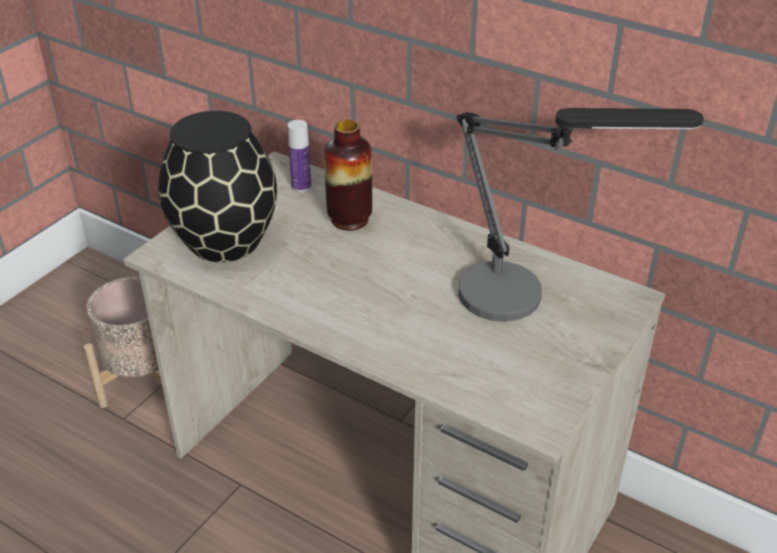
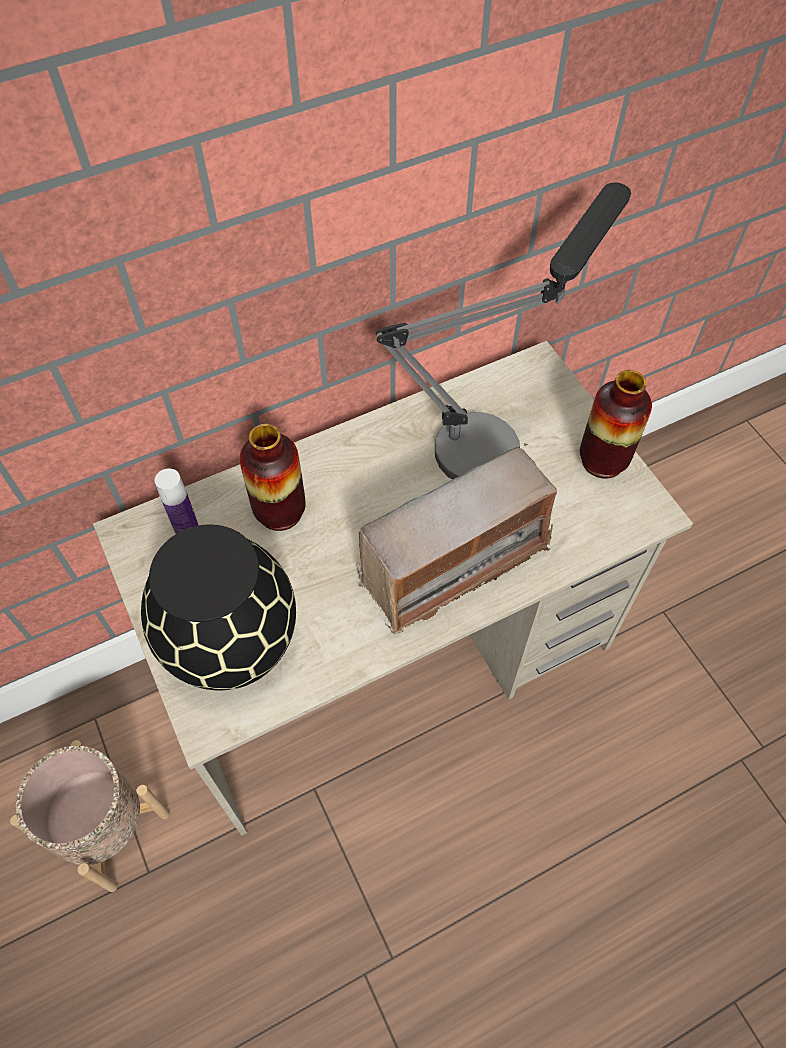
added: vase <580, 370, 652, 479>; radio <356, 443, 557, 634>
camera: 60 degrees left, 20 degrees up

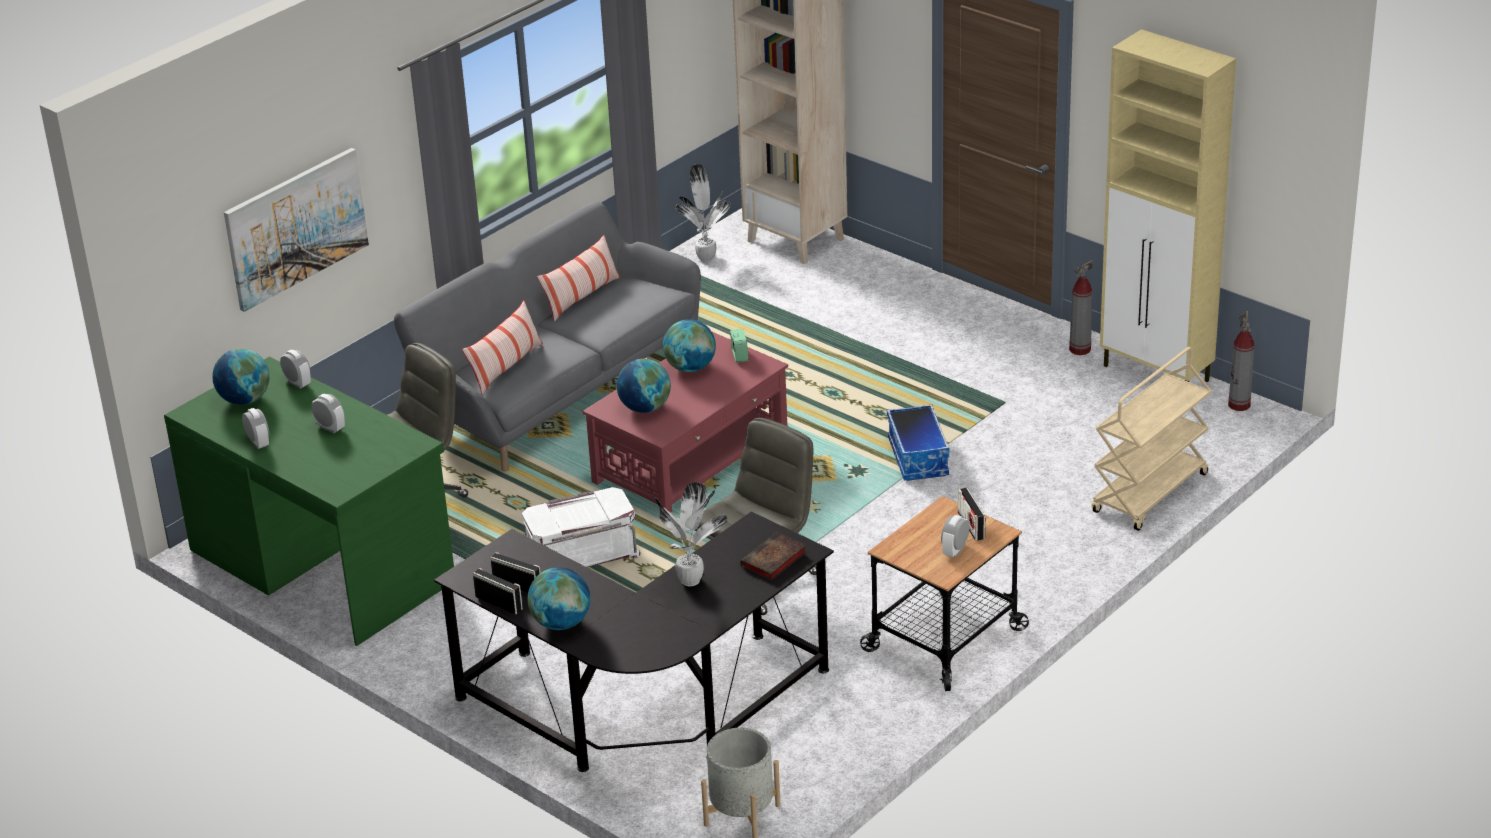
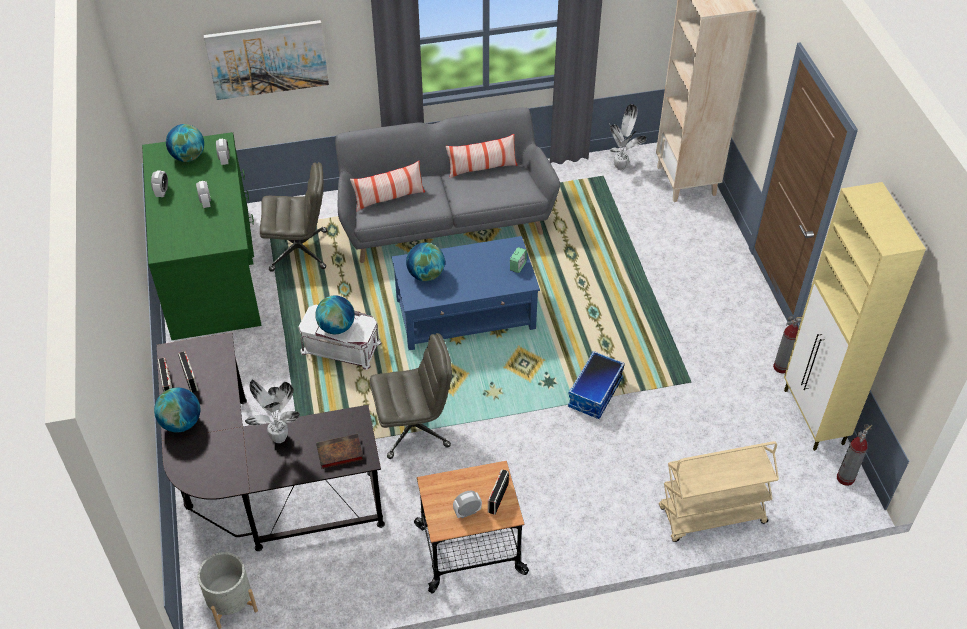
moved: globe <663, 319, 716, 372> to <315, 295, 355, 334>
recoloured: table basse [rouge] <583, 332, 788, 514> to table basse [bleu] <392, 236, 540, 350>
camera: 35 degrees right, 15 degrees up

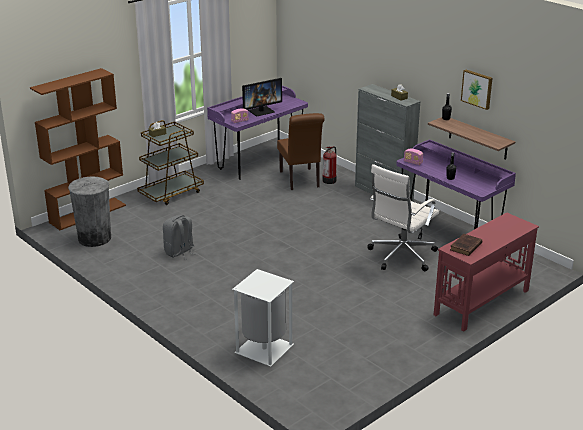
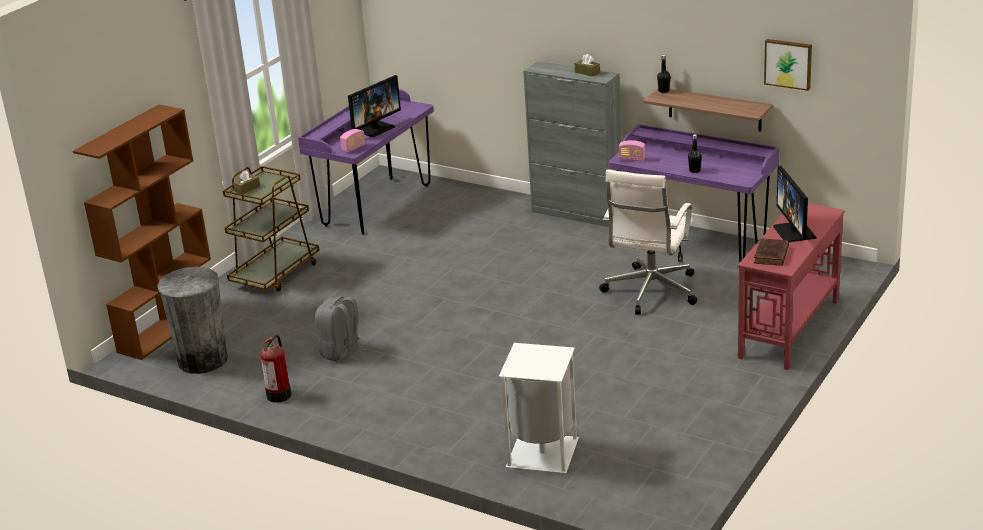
removed: chaise [marron] <277, 113, 325, 190>
added: écran d'ordinateur <773, 165, 816, 242>
moved: tableau <461, 70, 492, 110> to <764, 39, 812, 91>; extincteur <322, 146, 337, 184> to <260, 335, 291, 403>
camera: 15 degrees left, 0 degrees up

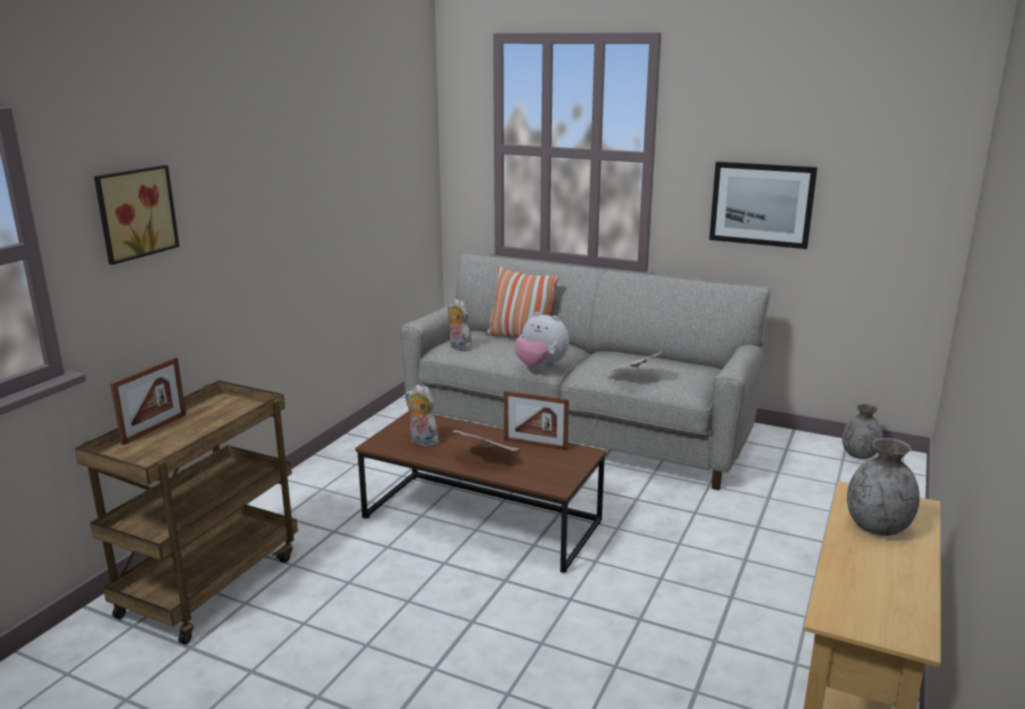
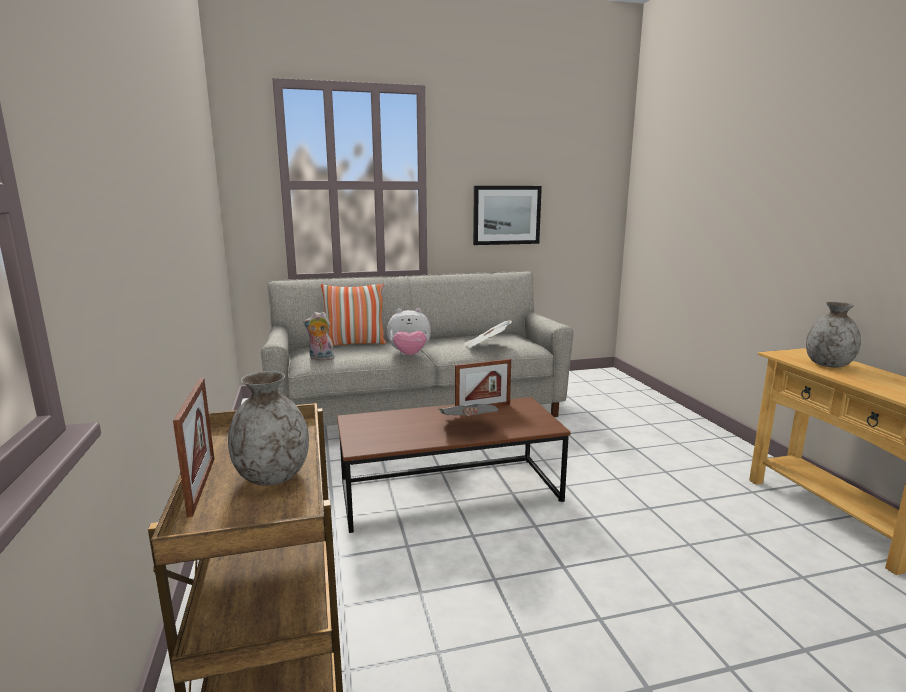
removed: tableau <94, 165, 180, 265>; peluche <405, 385, 439, 447>
moved: vase [gris] <842, 404, 883, 459> to <228, 371, 309, 486>
camera: 40 degrees left, 5 degrees down

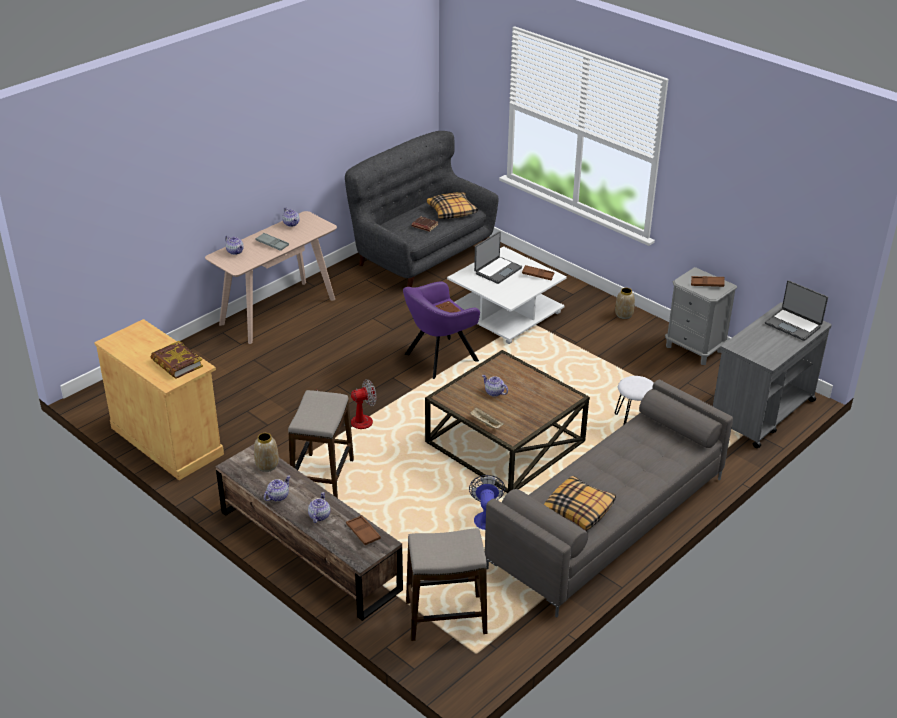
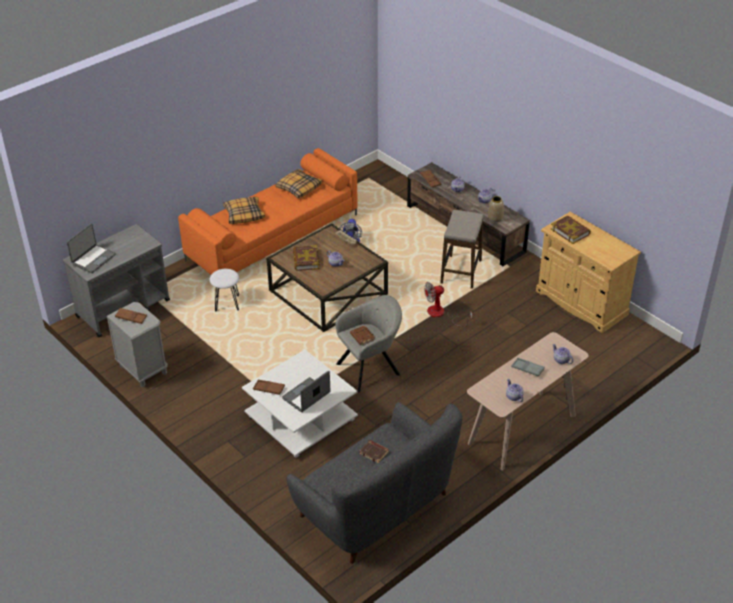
removed: vase <615, 288, 635, 319>; tabouret <406, 528, 487, 641>
added: livre <293, 245, 320, 271>
moved: coussin <427, 193, 478, 219> to <223, 197, 265, 224>
recoloured: fauteuil [violet] <403, 281, 480, 379> to fauteuil [gris] <335, 295, 402, 392>; canapé [gris] <485, 380, 733, 618> to canapé [orange] <178, 148, 358, 275>
turned: ordinateur portable <765, 280, 828, 341> = <67, 224, 116, 273> 75 degrees clockwise
camera: 175 degrees left, 5 degrees up

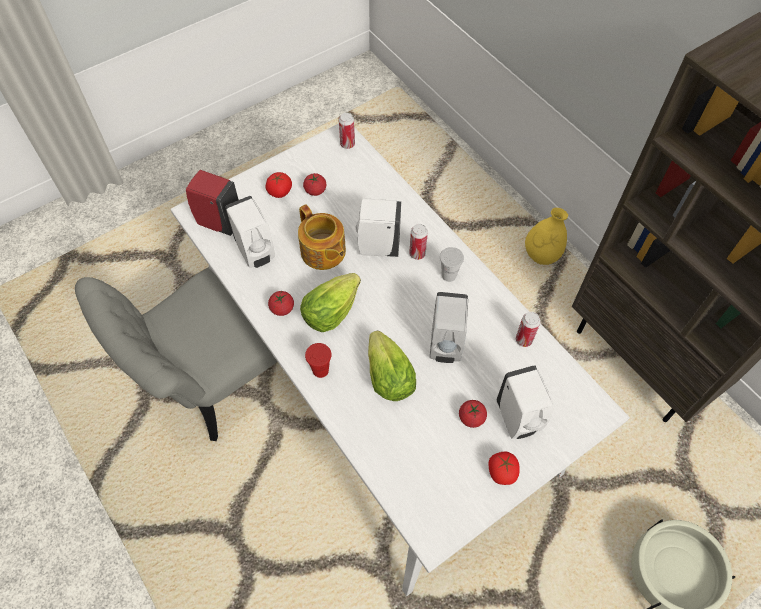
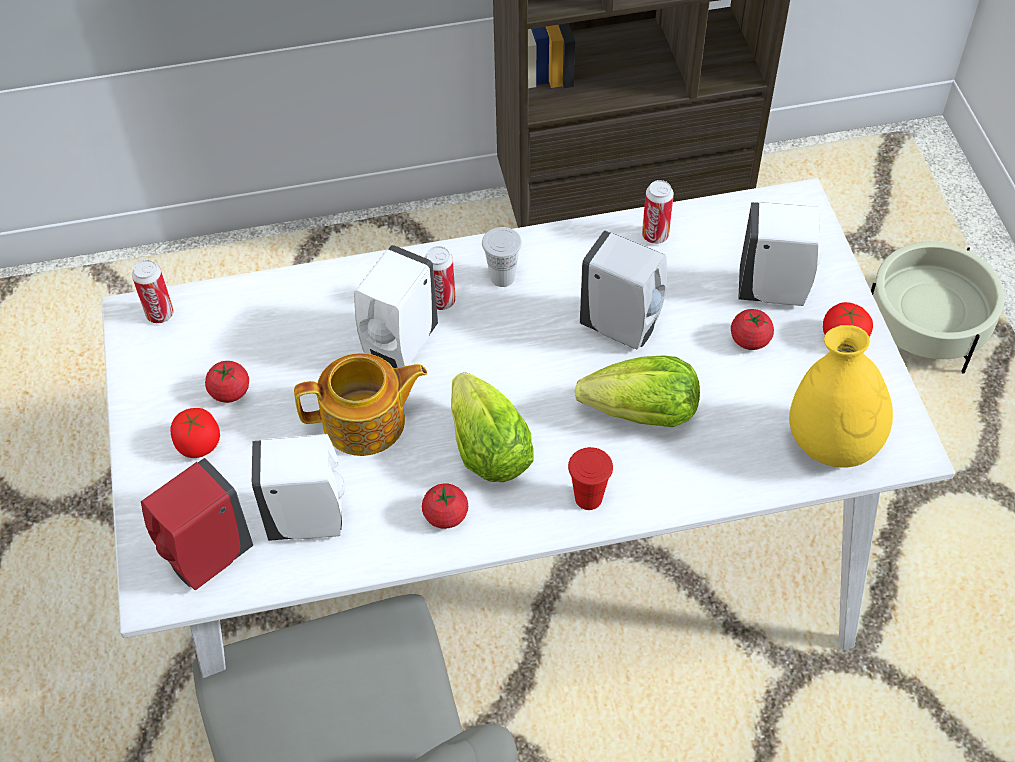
moved: vase [jaune] <525, 208, 568, 265> to <789, 325, 893, 468>
camera: 65 degrees left, 5 degrees down

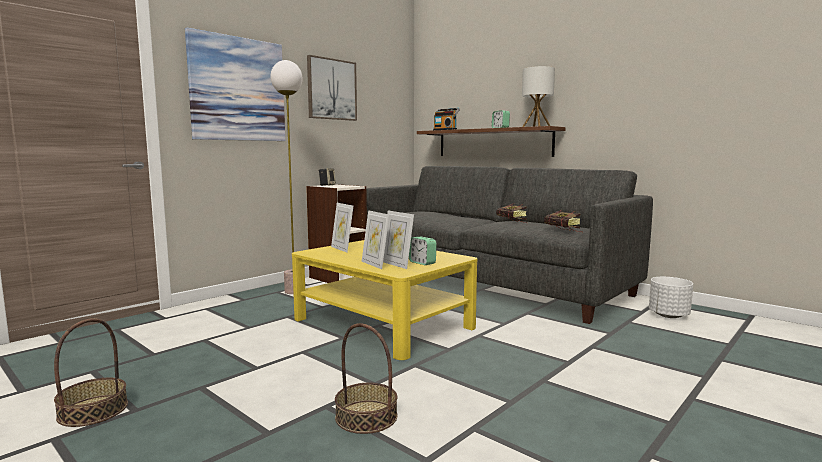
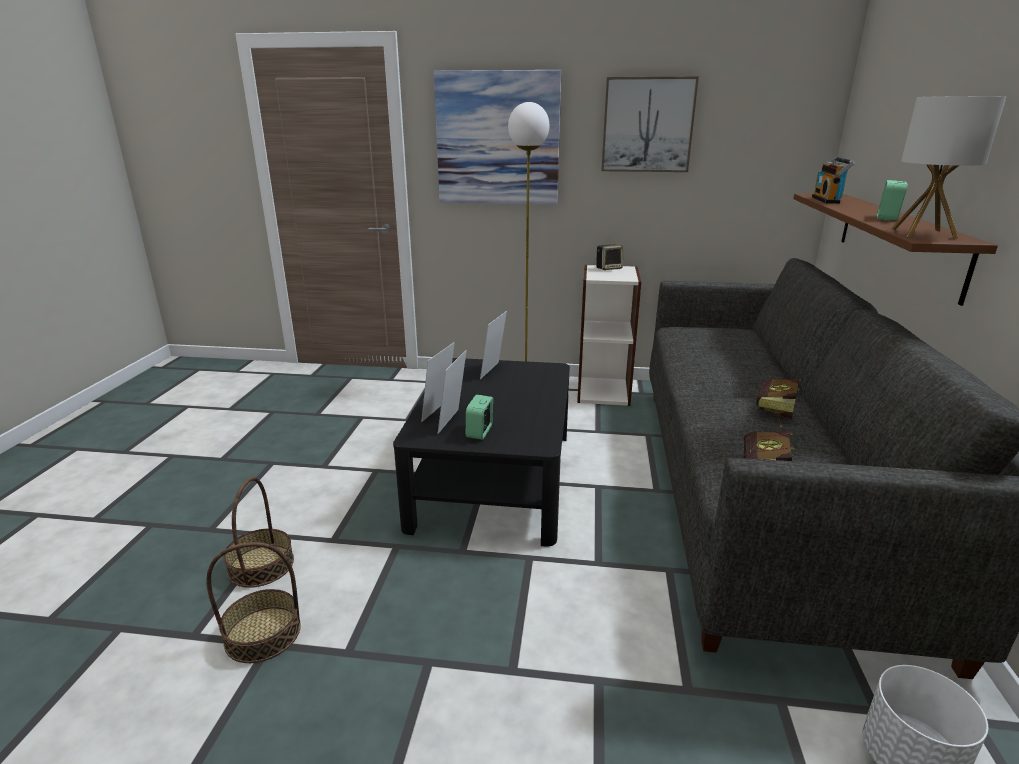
moved: panier <54, 318, 128, 427> to <206, 542, 301, 663>
recoloured: table basse [jaune] <292, 240, 477, 360> to table basse [noir] <393, 358, 570, 547>
camera: 55 degrees right, 15 degrees up

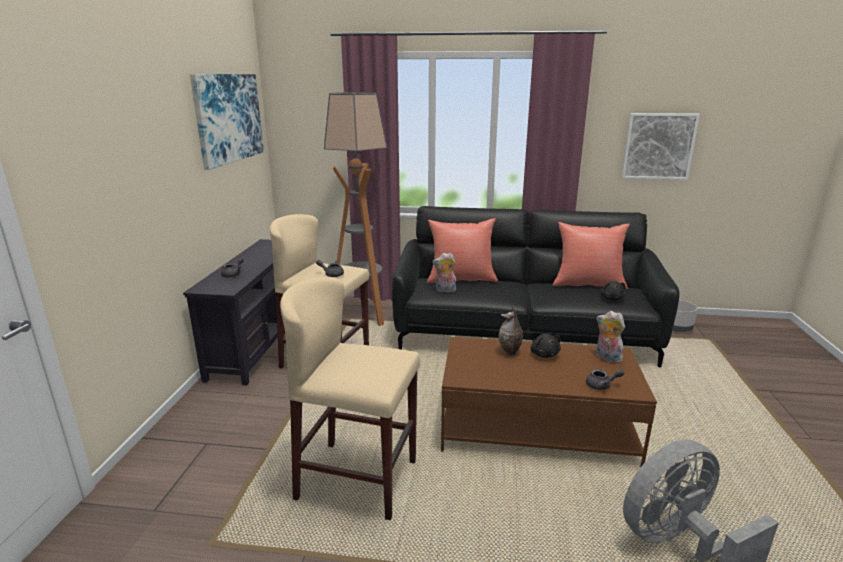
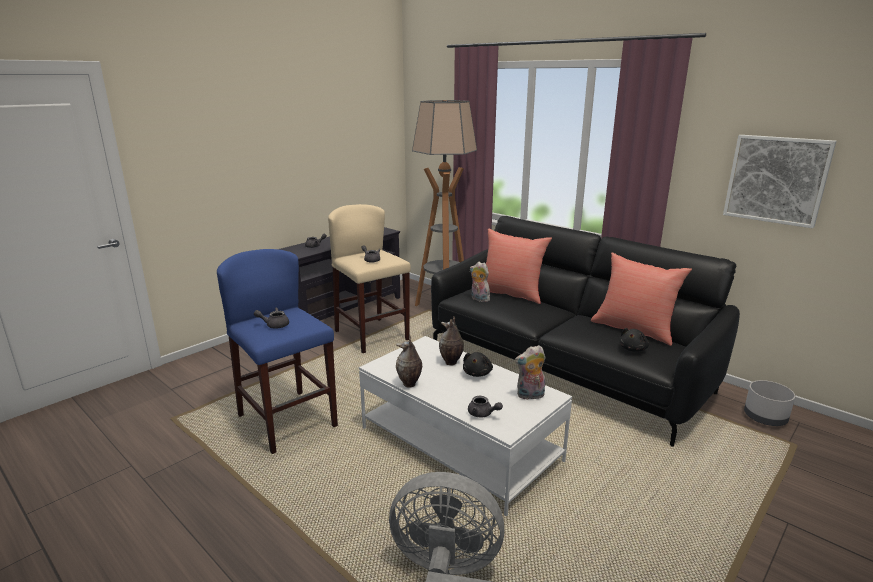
removed: tableau <190, 74, 264, 170>
added: théière [gris] <254, 308, 289, 329>; vase <396, 335, 422, 388>
recoloured: tabouret [beige] <280, 277, 420, 520> to tabouret [bleu] <217, 249, 338, 454>; table basse [marron] <441, 337, 657, 468> to table basse [blanc] <359, 336, 572, 516>
turned: peluche <596, 311, 626, 363> = <515, 345, 546, 400> 90 degrees counterclockwise
camera: 35 degrees right, 0 degrees up

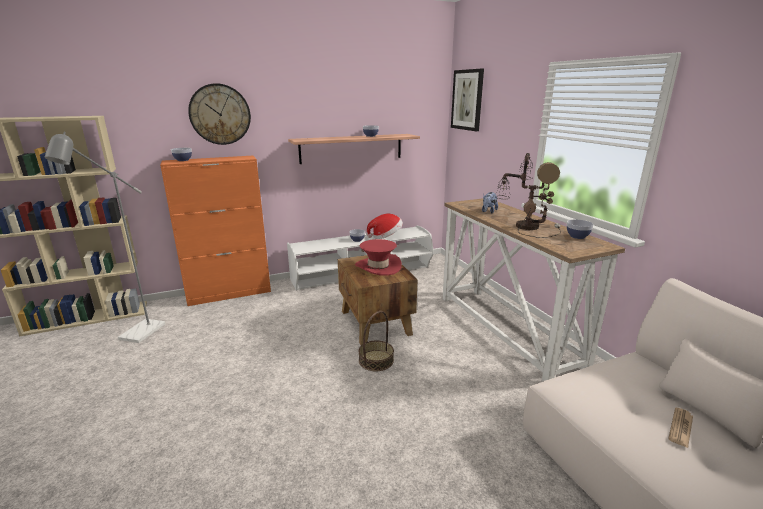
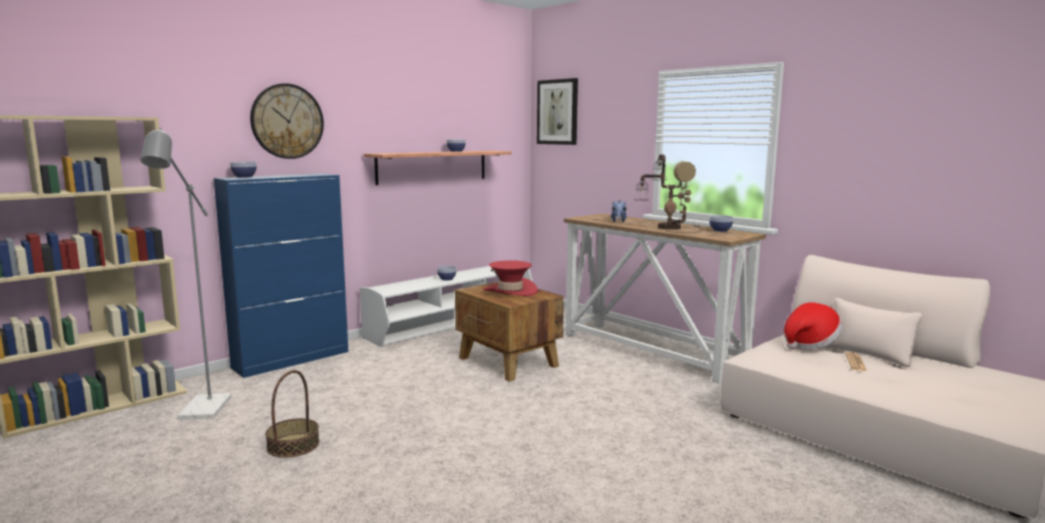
moved: chapeau <367, 214, 403, 239> to <784, 302, 843, 350>; panier <358, 311, 394, 371> to <265, 370, 320, 458>
recoloured: meuble de rangement [orange] <160, 156, 271, 306> to meuble de rangement [bleu] <214, 173, 348, 378>
camera: 20 degrees left, 10 degrees down

